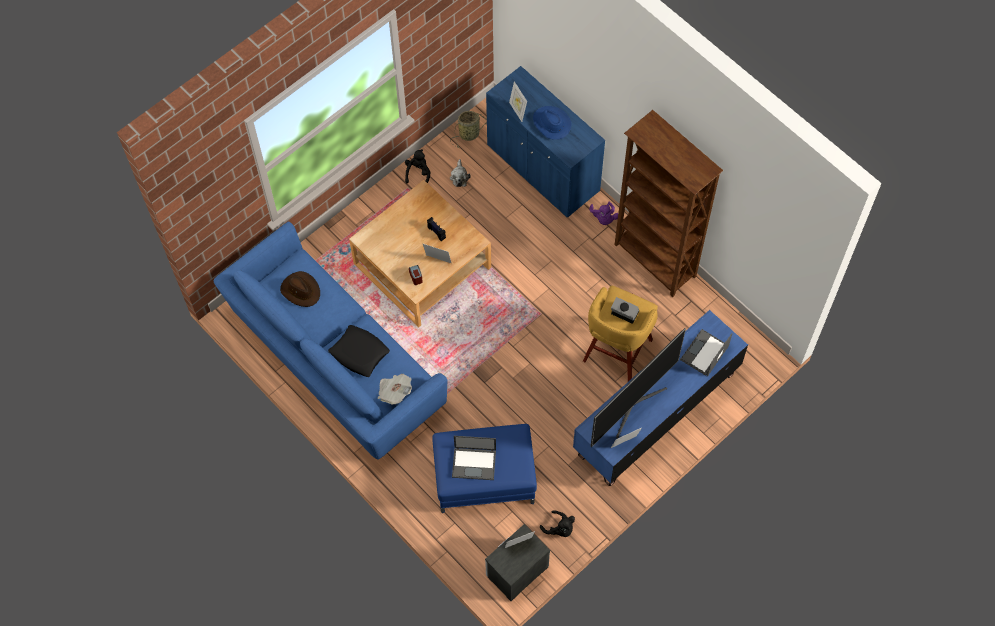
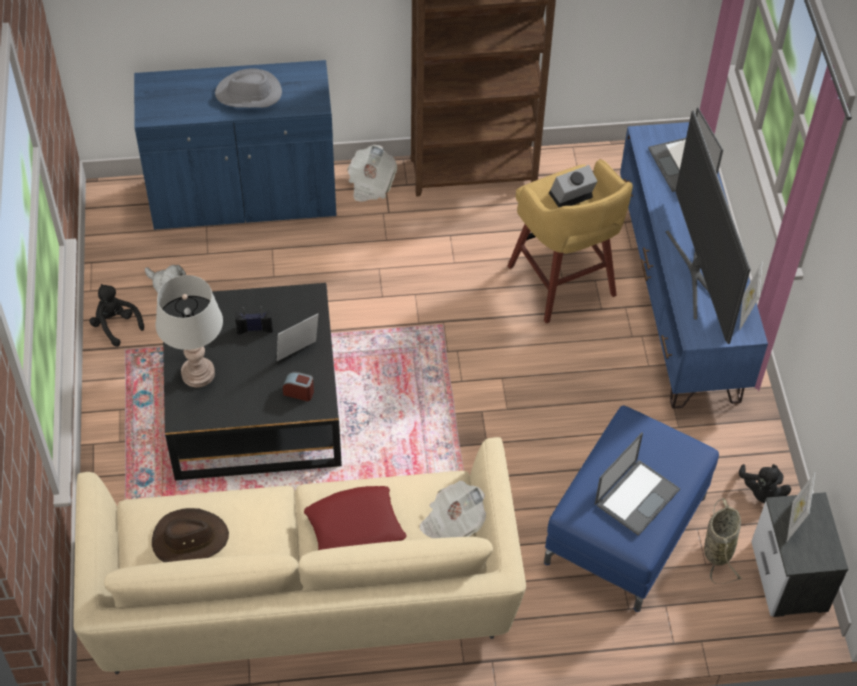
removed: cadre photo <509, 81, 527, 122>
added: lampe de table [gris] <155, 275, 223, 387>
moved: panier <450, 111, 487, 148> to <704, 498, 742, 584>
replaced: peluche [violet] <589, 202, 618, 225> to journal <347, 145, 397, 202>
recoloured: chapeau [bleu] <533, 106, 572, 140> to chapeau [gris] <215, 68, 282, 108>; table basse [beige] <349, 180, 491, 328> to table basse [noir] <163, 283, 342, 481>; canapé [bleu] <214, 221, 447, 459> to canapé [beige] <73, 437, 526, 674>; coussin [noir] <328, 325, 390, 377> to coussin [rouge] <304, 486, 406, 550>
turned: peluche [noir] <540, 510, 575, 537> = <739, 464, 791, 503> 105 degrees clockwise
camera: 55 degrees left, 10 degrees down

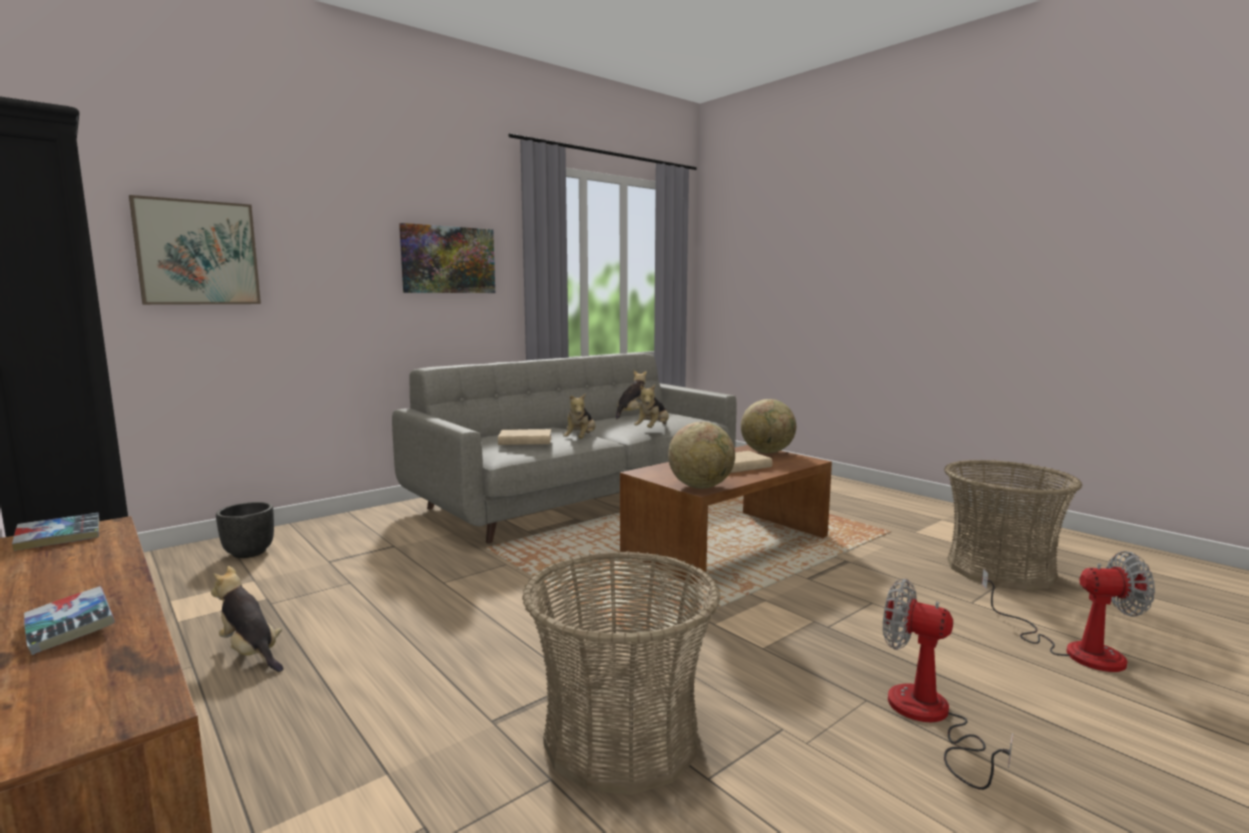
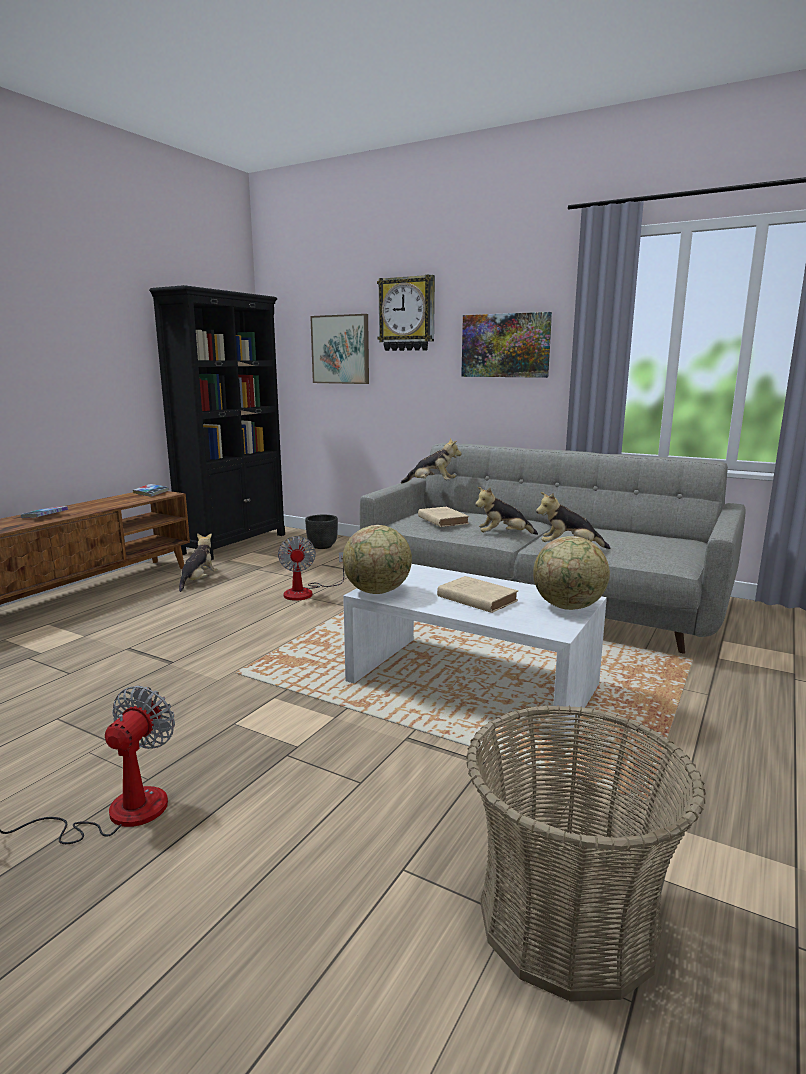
removed: panier <522, 551, 721, 795>
added: horloge murale <377, 274, 435, 351>
moved: peluche <616, 370, 647, 420> to <401, 438, 462, 483>; ventilateur <982, 551, 1155, 672> to <278, 536, 344, 601>
recoloured: table basse [marron] <620, 445, 832, 585> to table basse [blanc] <343, 564, 607, 744>
camera: 70 degrees right, 5 degrees up

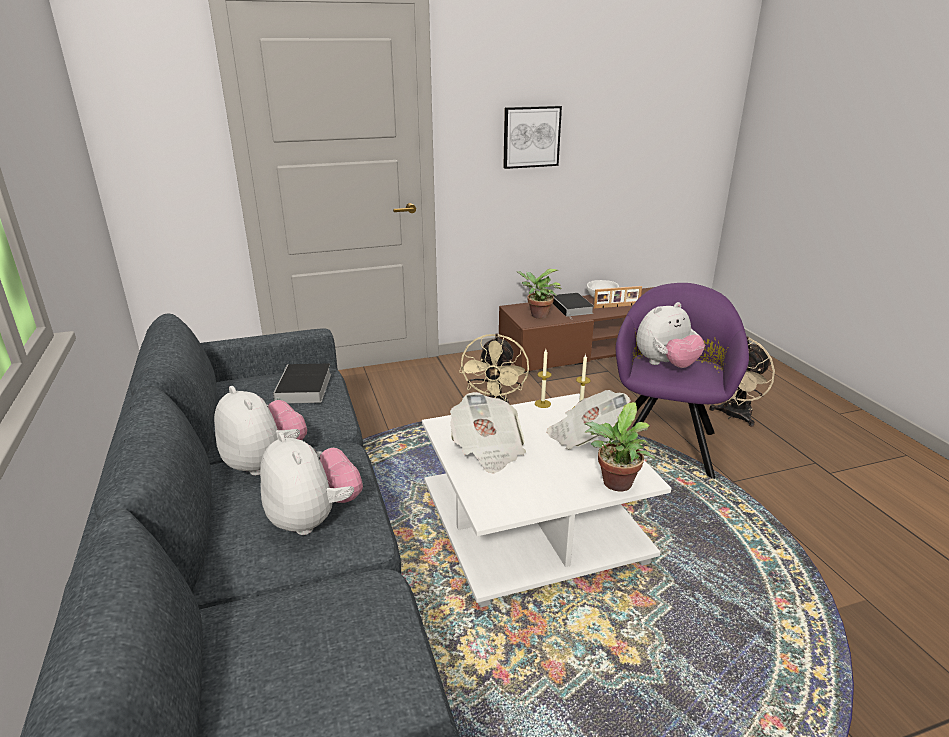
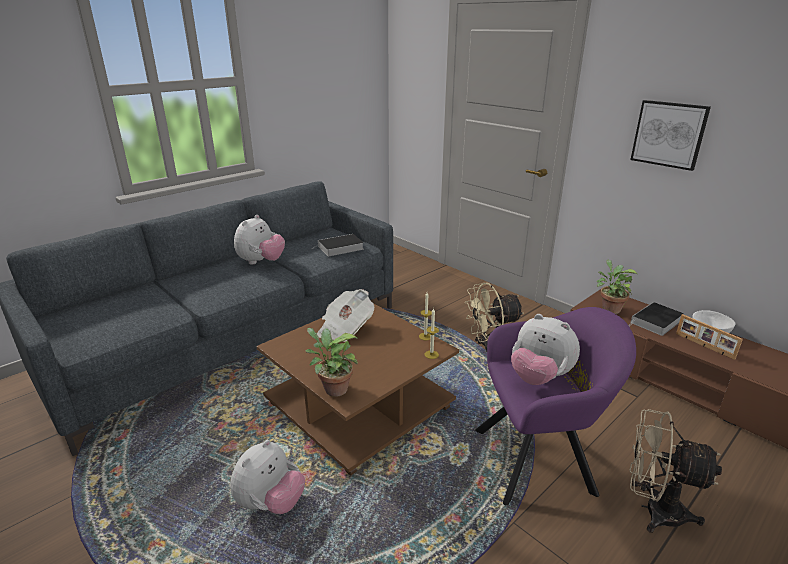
removed: journal <546, 390, 631, 450>
moved: peluche <260, 432, 363, 535> to <230, 440, 305, 514>
recoloured: table basse [blanc] <422, 394, 671, 607> to table basse [marron] <256, 304, 459, 475>
camera: 65 degrees right, 0 degrees up

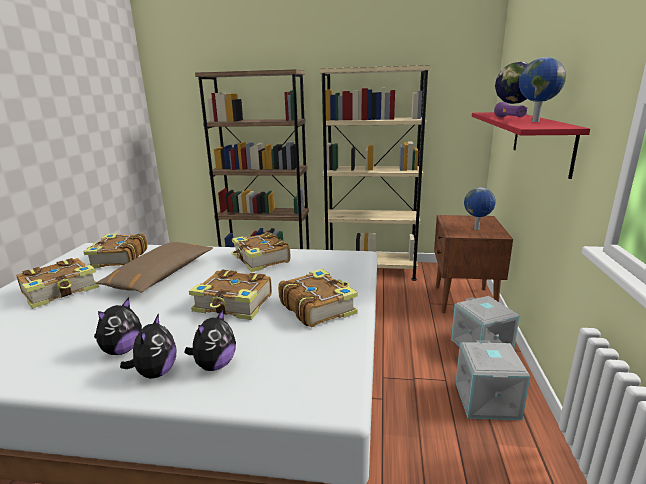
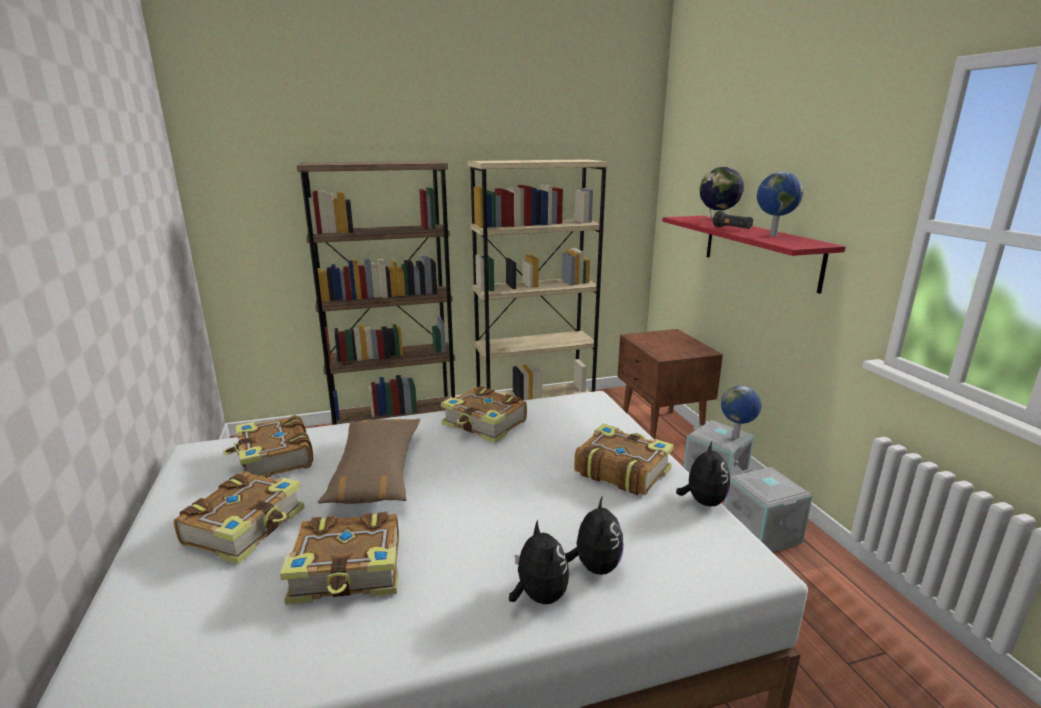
moved: globe <464, 187, 496, 230> to <721, 386, 761, 438>; livre <189, 270, 272, 320> to <280, 512, 399, 605>; peluche <94, 298, 142, 355> to <676, 442, 730, 506>
recoloured: lampe de poche [violet] <494, 102, 527, 117> to lampe de poche [noir] <713, 211, 753, 229>
camera: 25 degrees left, 0 degrees up

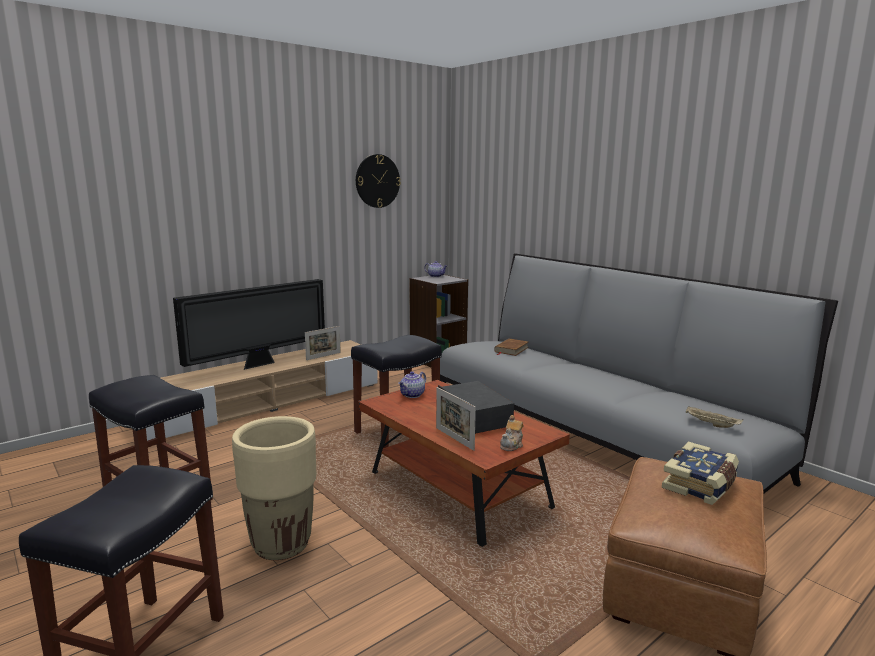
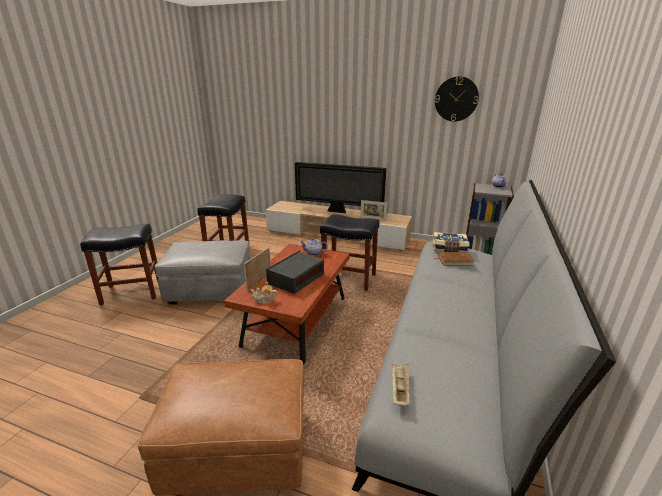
moved: livre <662, 442, 739, 505> to <433, 232, 469, 252>
replaced: cache-pot [beige] <232, 416, 316, 560> to pouf [gris] <155, 241, 250, 304>
camera: 60 degrees right, 10 degrees up

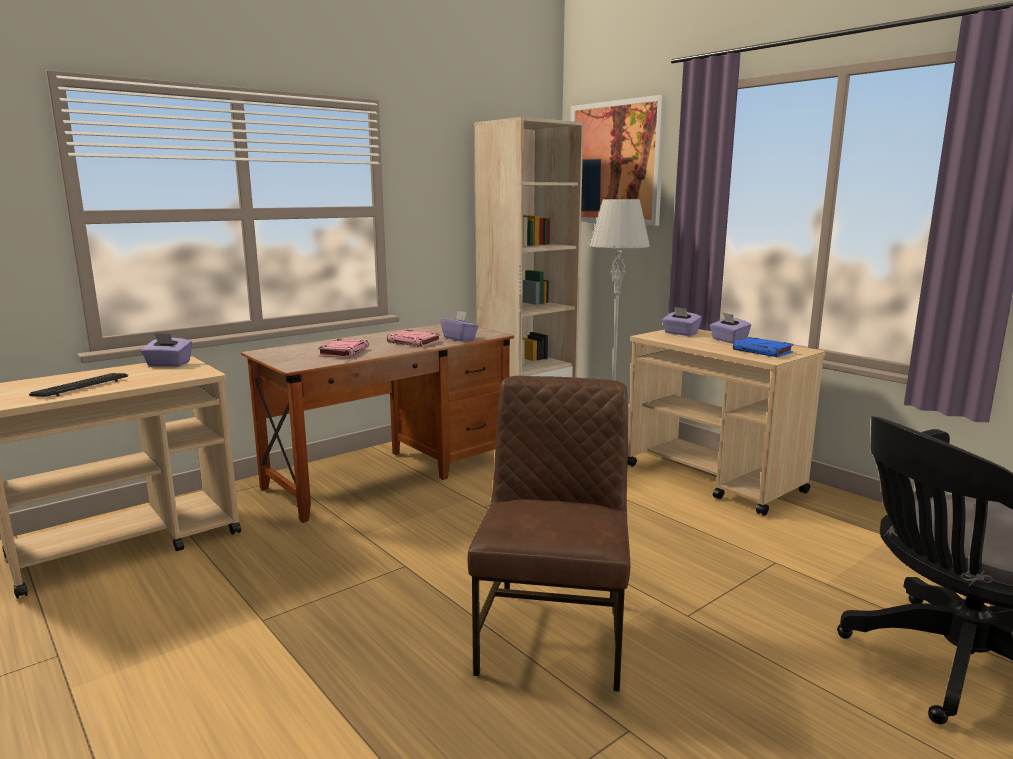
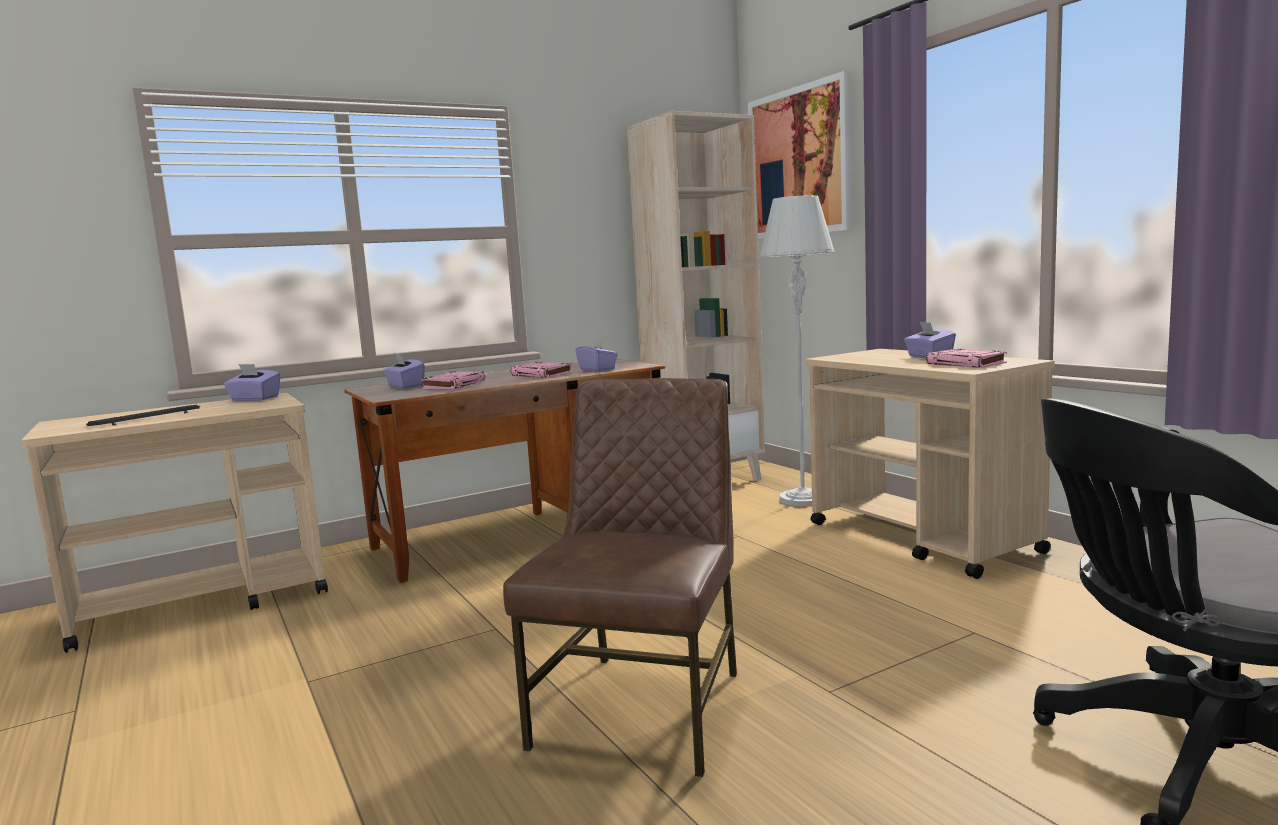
moved: boîte à mouchoirs [violet] <662, 307, 702, 336> to <383, 353, 425, 389>
recoloured: livre [bleu] <733, 337, 794, 357> to livre [rose] <926, 349, 1007, 368>
camera: 10 degrees right, 5 degrees down

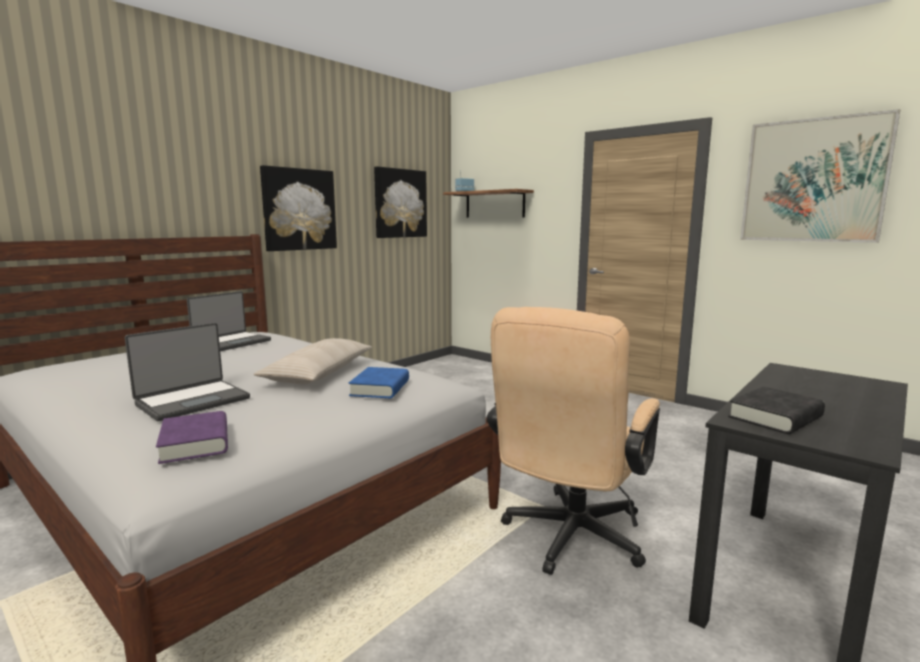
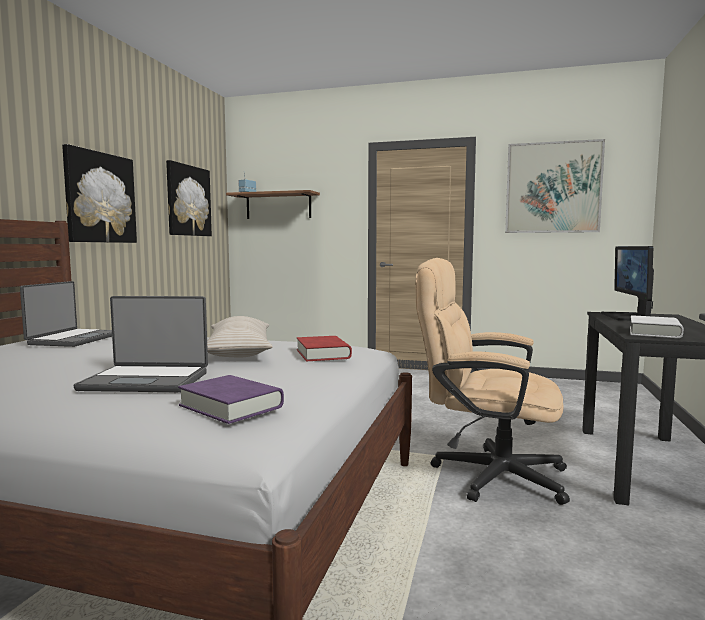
added: écran d'ordinateur <601, 246, 654, 321>
recoloured: livre [bleu] <349, 367, 409, 398> to livre [rouge] <297, 336, 352, 361>; livre [noir] <728, 386, 825, 434> to livre [blanc] <630, 315, 683, 338>
turned: chaise de bureau [beige] <487, 307, 660, 575> = <416, 258, 570, 505> 105 degrees clockwise; ordinateur portable <125, 323, 250, 421> = <74, 296, 208, 392> 75 degrees clockwise
camera: 25 degrees left, 5 degrees down

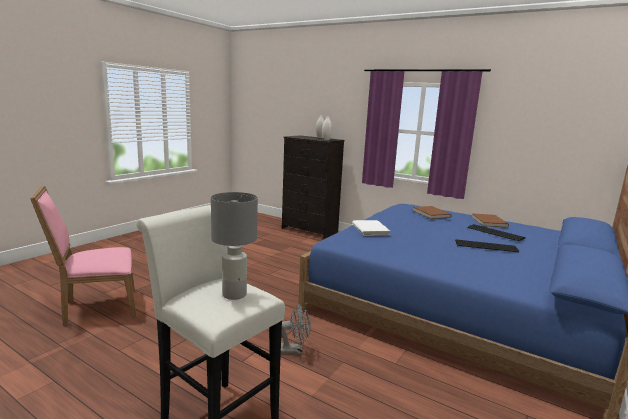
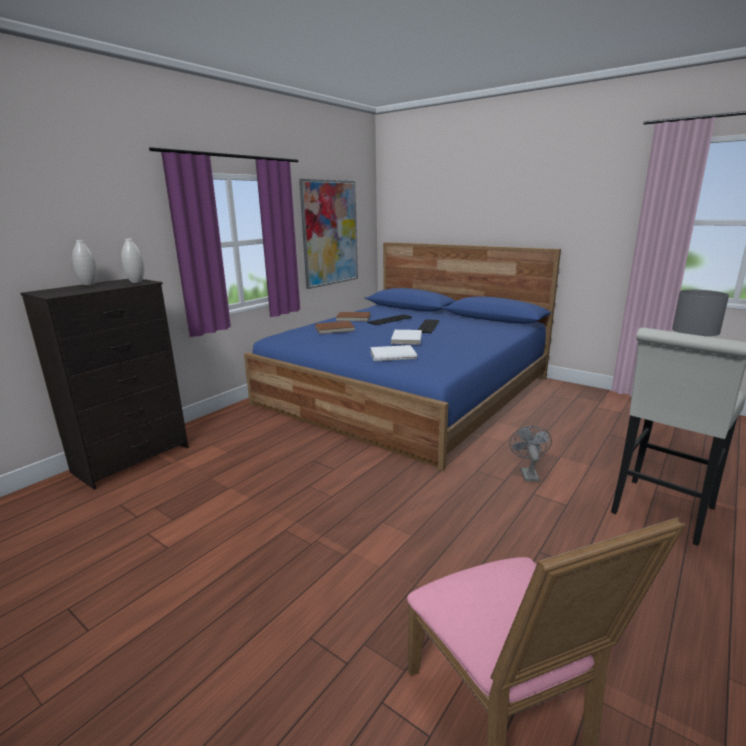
added: tableau <299, 179, 358, 289>; livre [blanc] <391, 330, 422, 345>
camera: 85 degrees left, 5 degrees up

